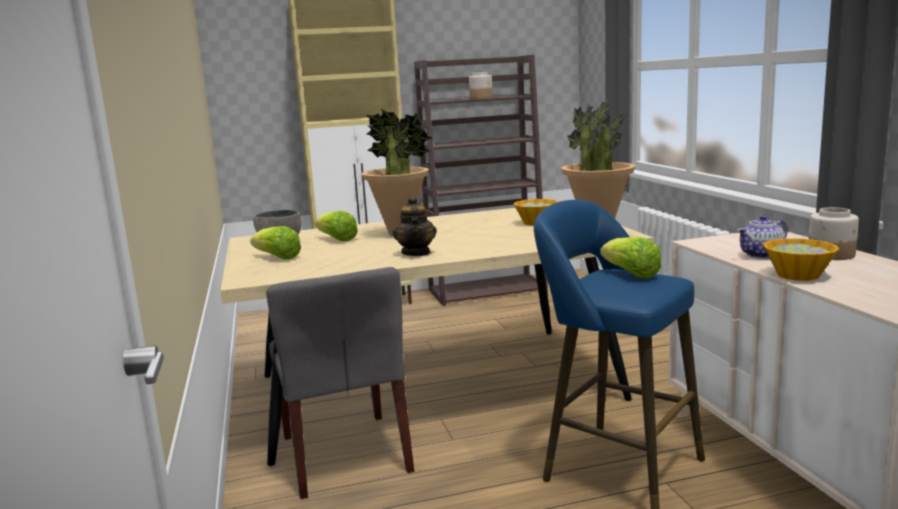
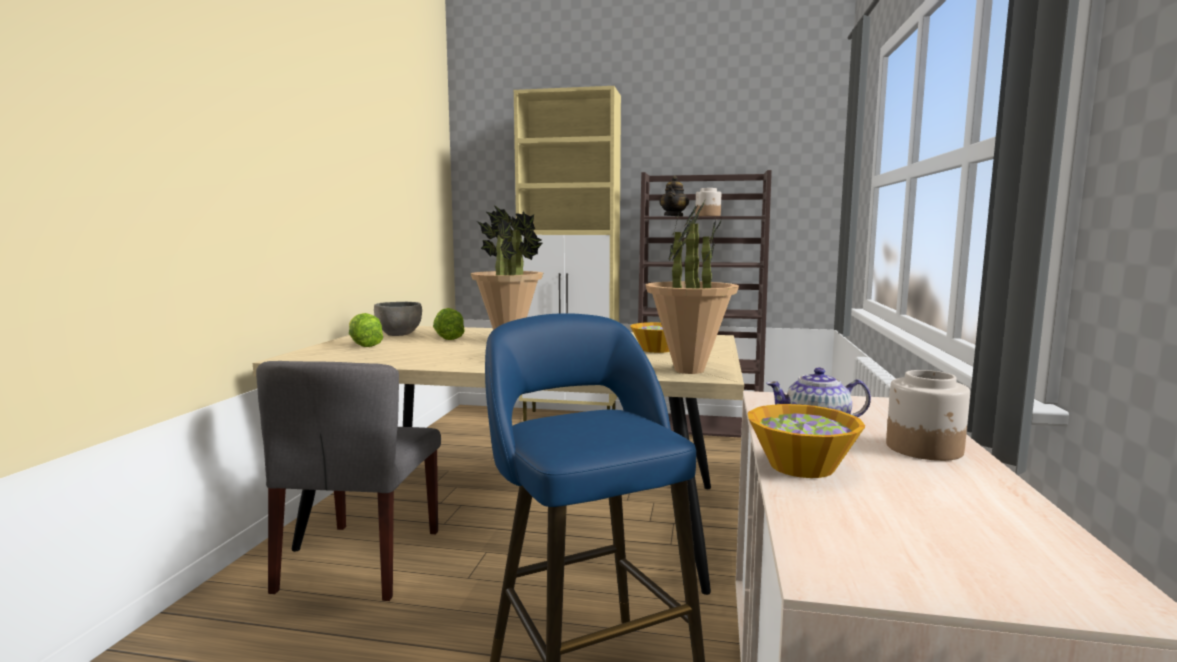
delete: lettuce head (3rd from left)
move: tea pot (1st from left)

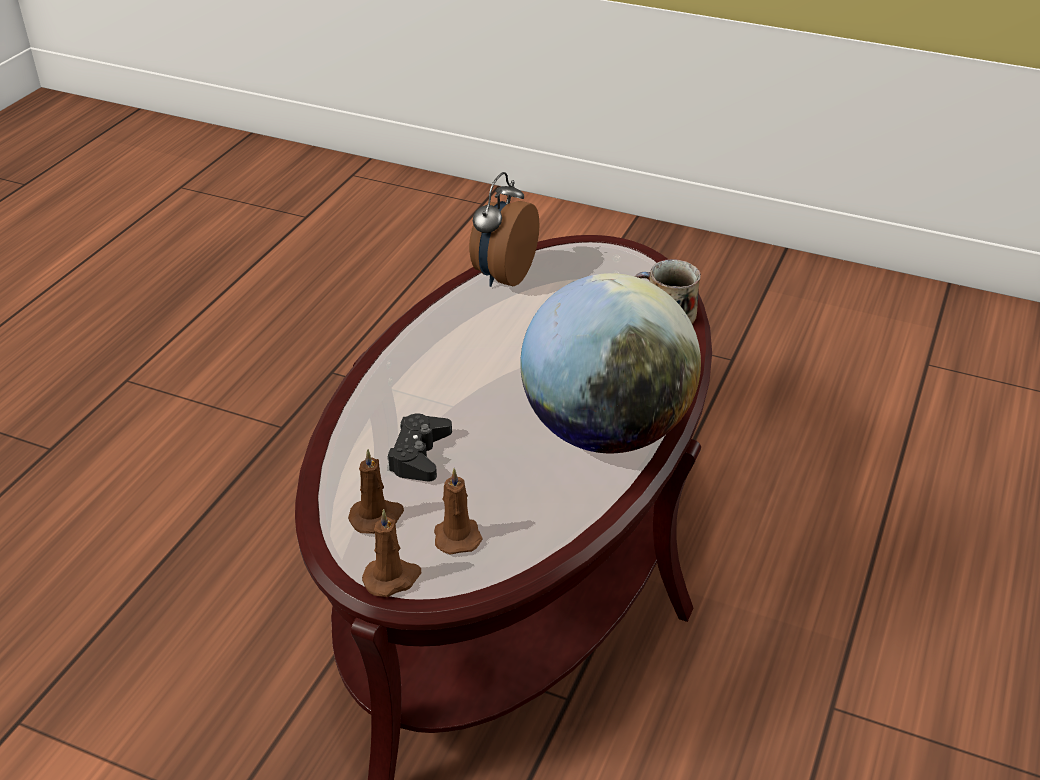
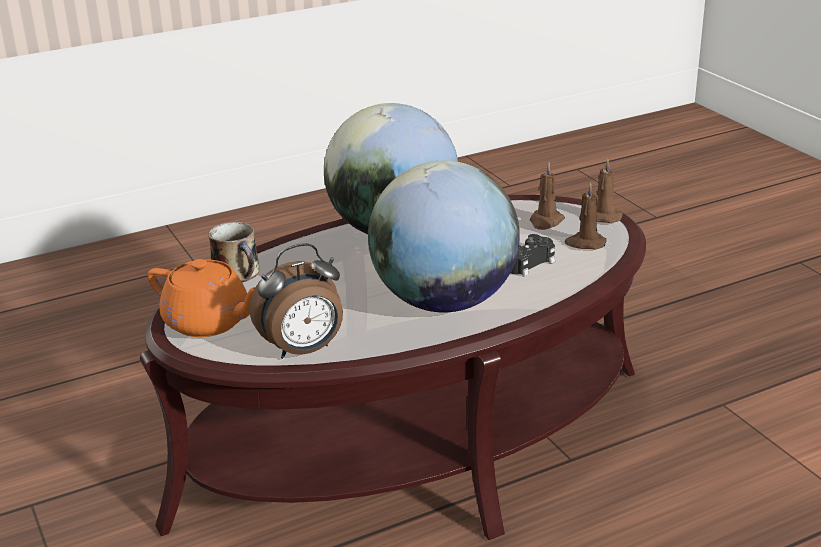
insert: tea pot/orange; world globe (2nd from left)

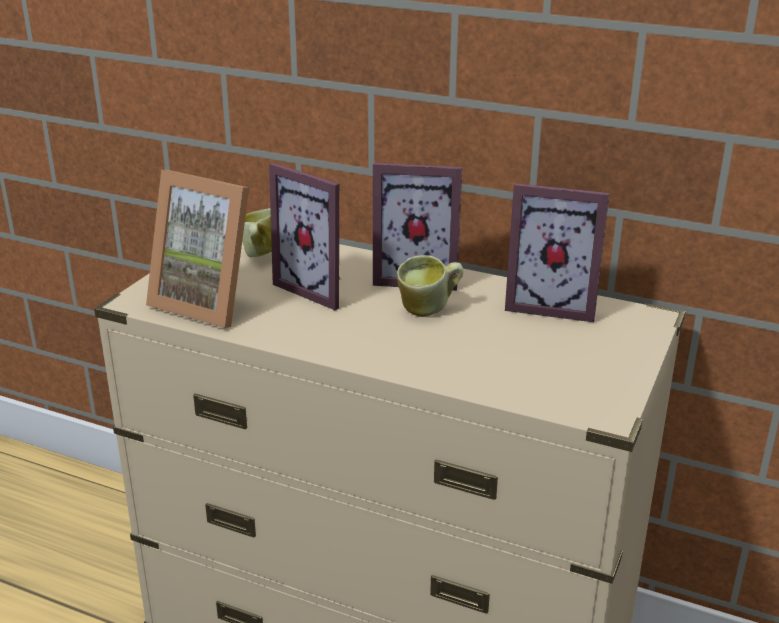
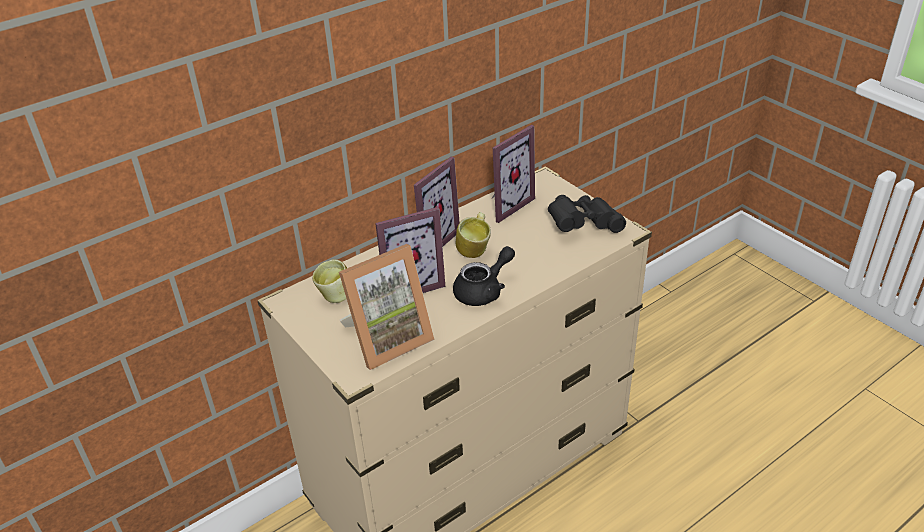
insert: tea pot/blackish; field glasses/blackish

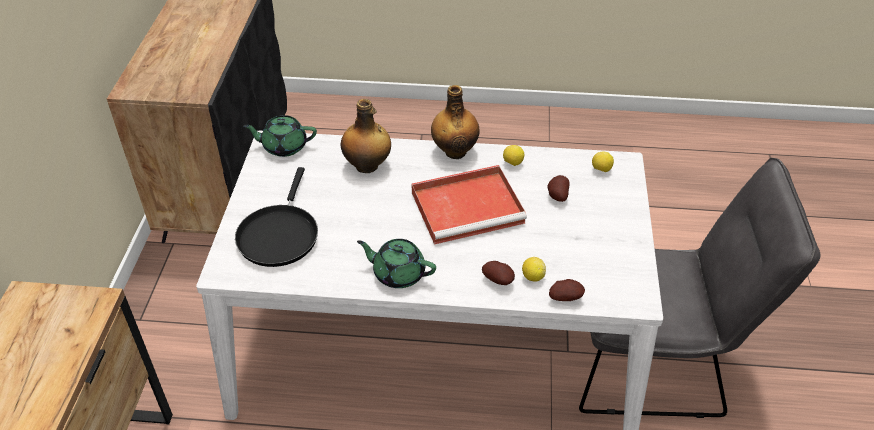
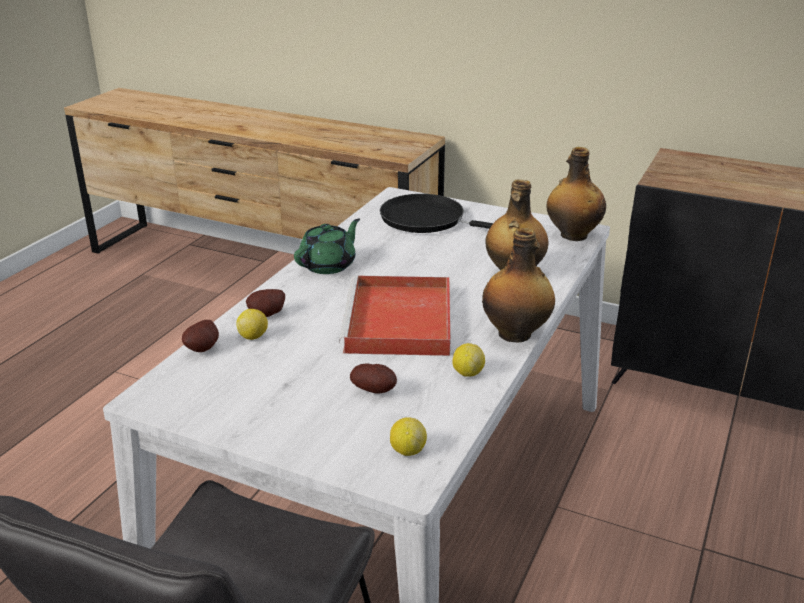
replace: tea pot/green-coloured (1st from left) to drink bottle (3rd from left)

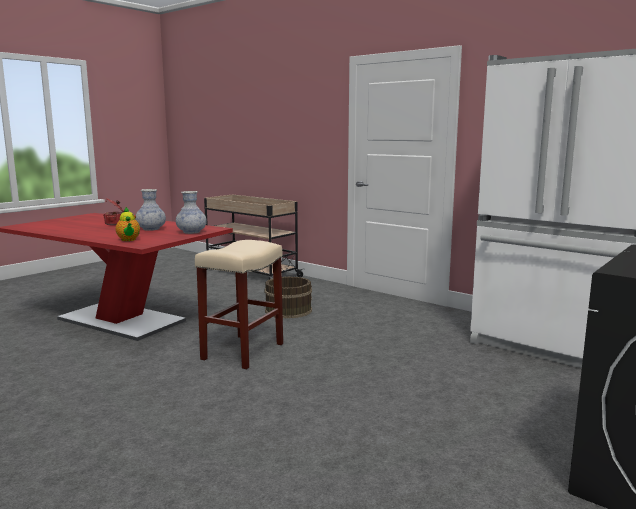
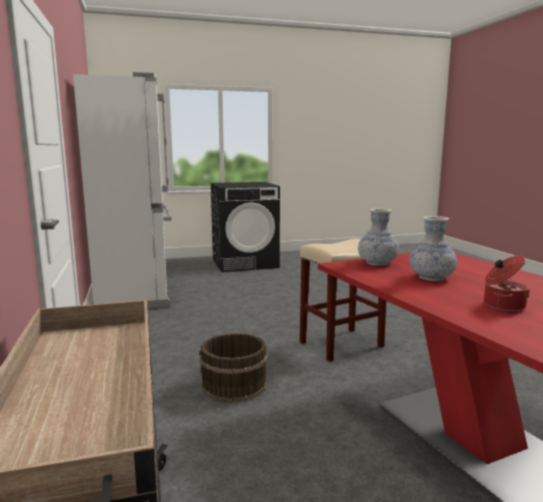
delete: tea pot

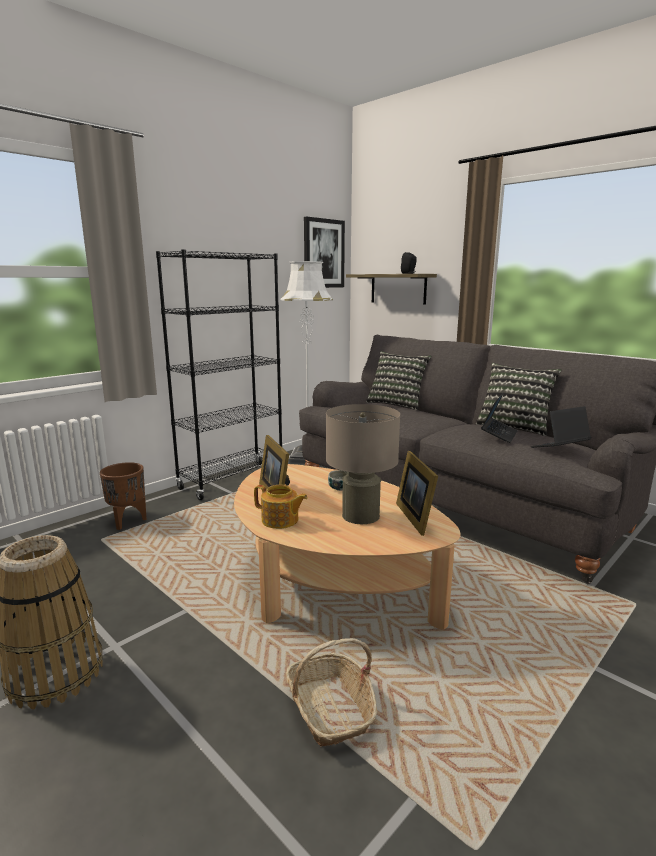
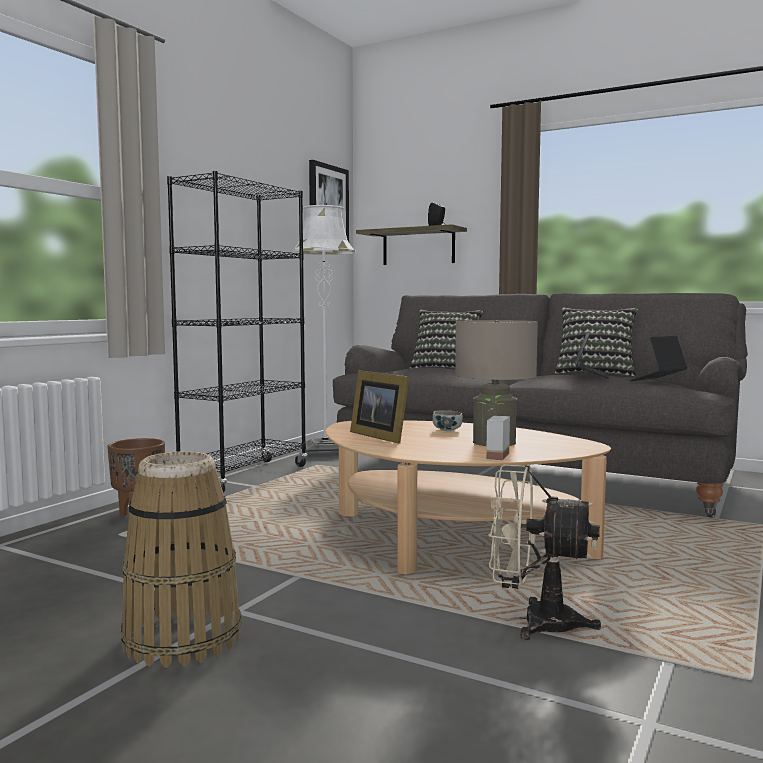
delete: tea pot; standing frame (2nd from left)
insert: potted plant
replace: basket (2nd from left) to electric fan/beige-coloured

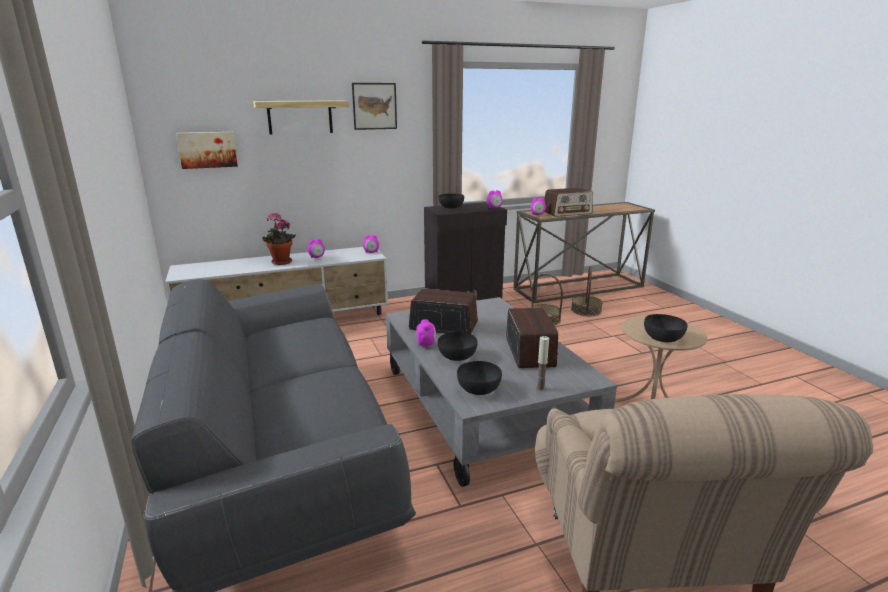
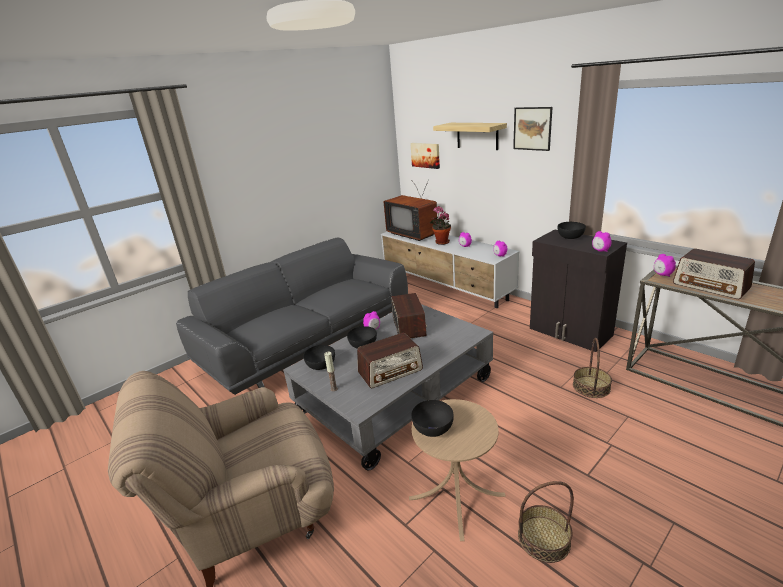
insert: television
move: basket (2nd from left in the first image) to basket (1st from left)

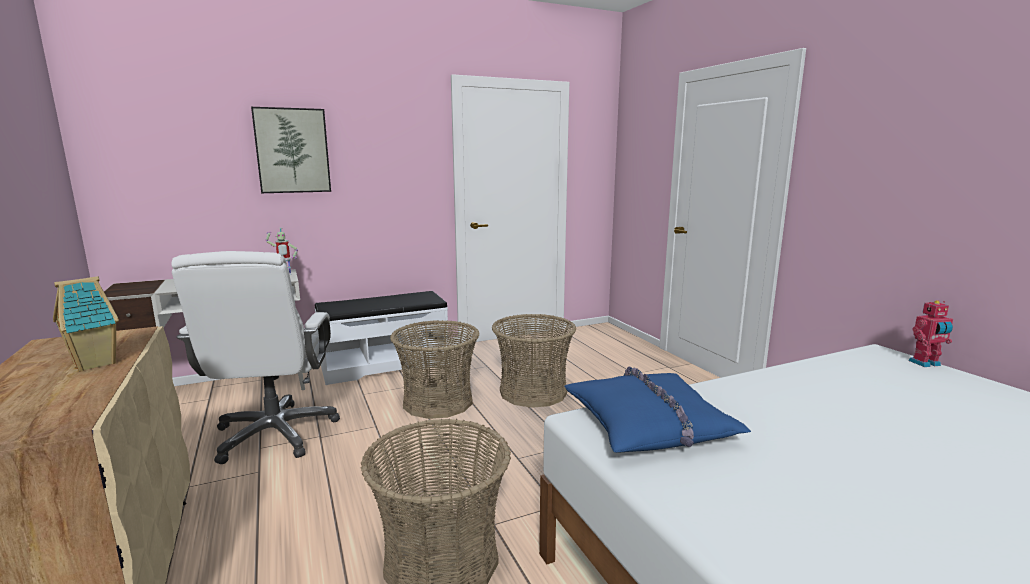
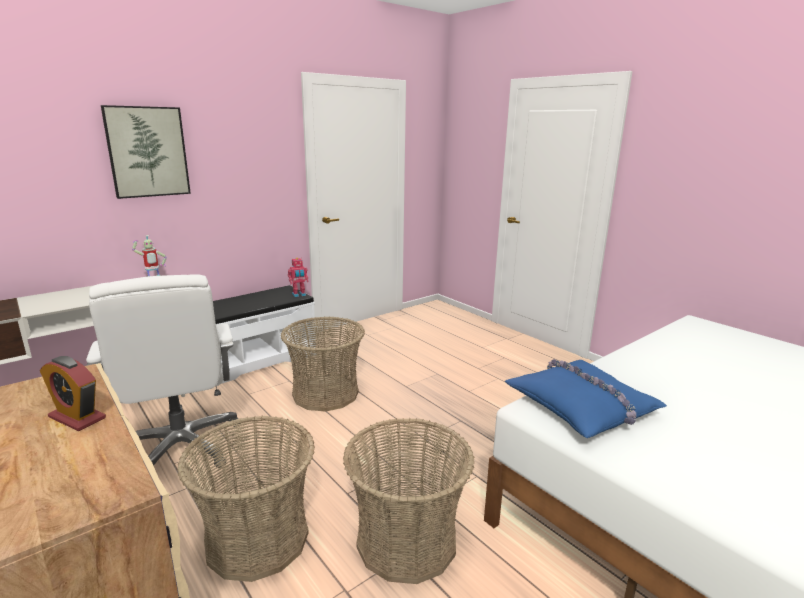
move: basket (3rd from left in the first image) to basket (1st from left); toy robot (2nd from left)
replace: model house to bedside clock

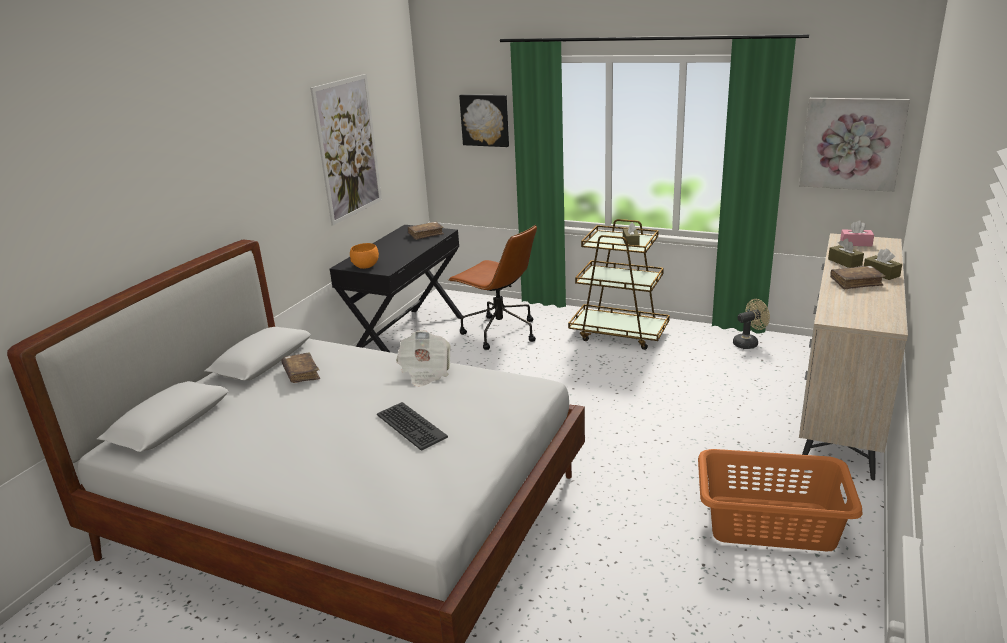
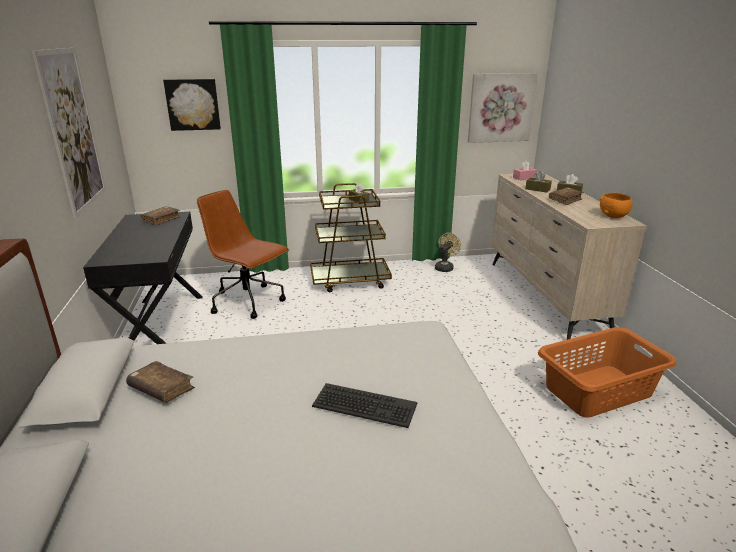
delete: printed paper
move: serving bowl/orange
rotate: office chair/brown-coloured 150 degrees counterclockwise

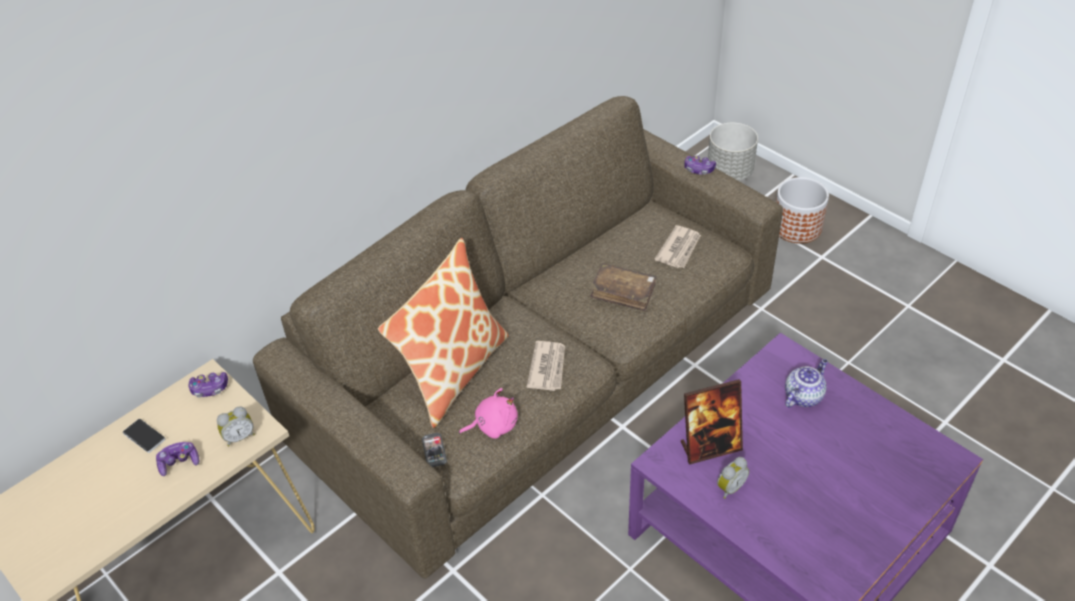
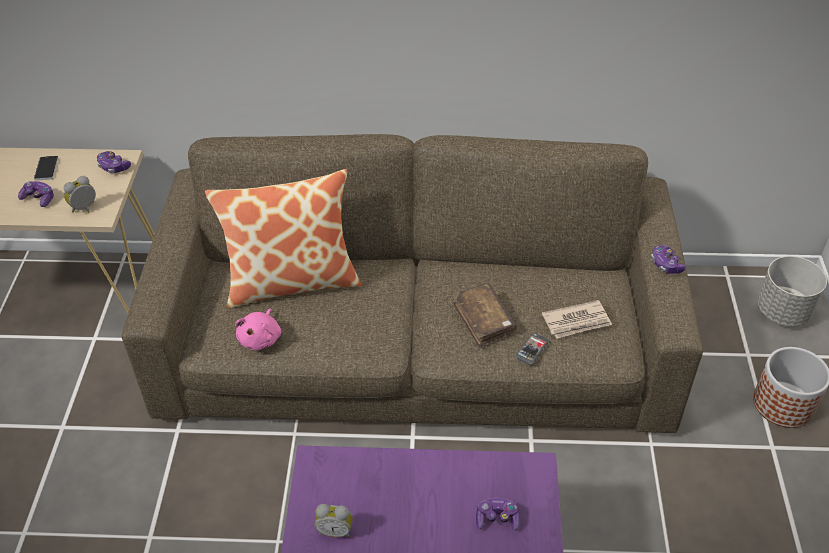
delete: printed paper (1st from left); standing frame
move: handset (2nd from left)
replace: tea pot to joypad (3rd from left)
rotate: bedside clock (1st from left) 120 degrees clockwise; plush toy/pink 75 degrees clockwise

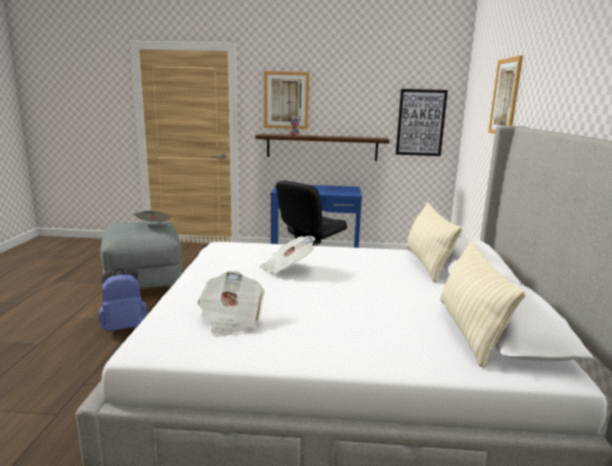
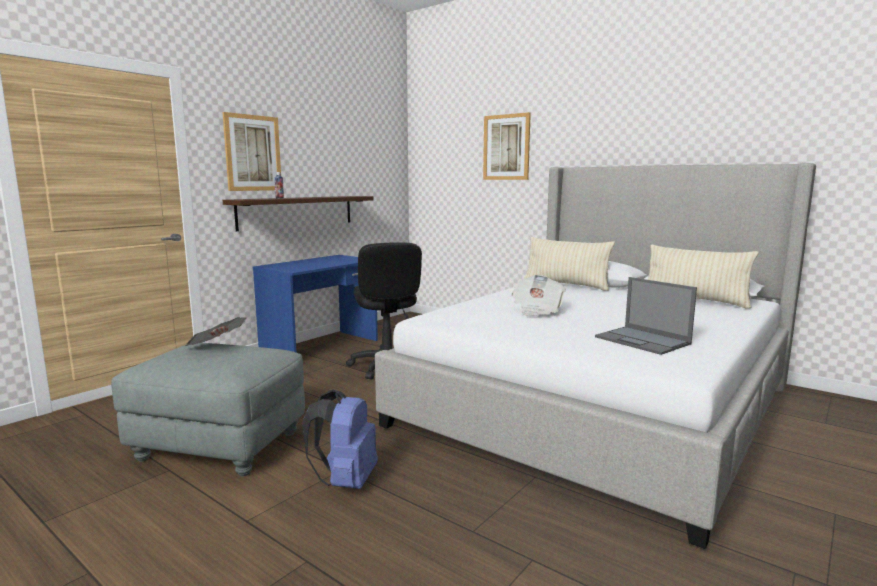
delete: picture (2nd from left)
replace: printed paper (2nd from left) to notebook computer

